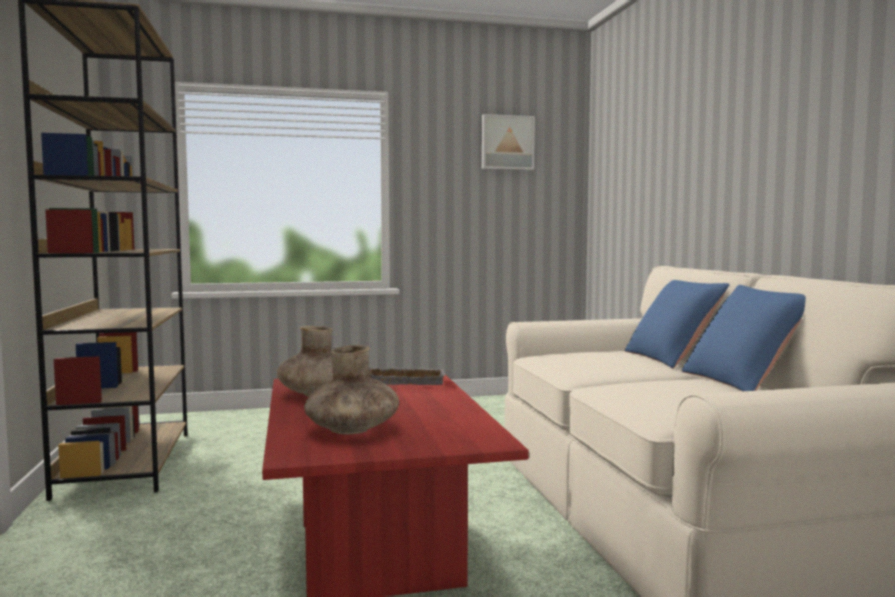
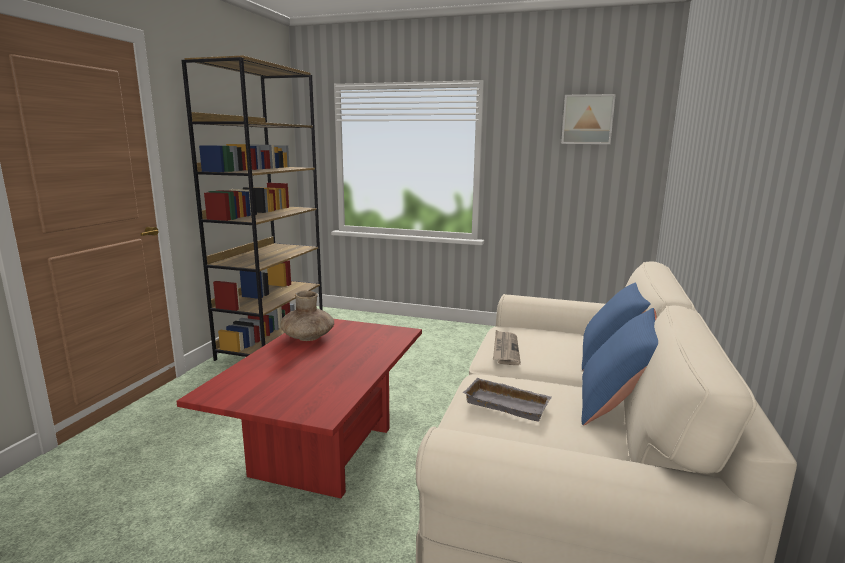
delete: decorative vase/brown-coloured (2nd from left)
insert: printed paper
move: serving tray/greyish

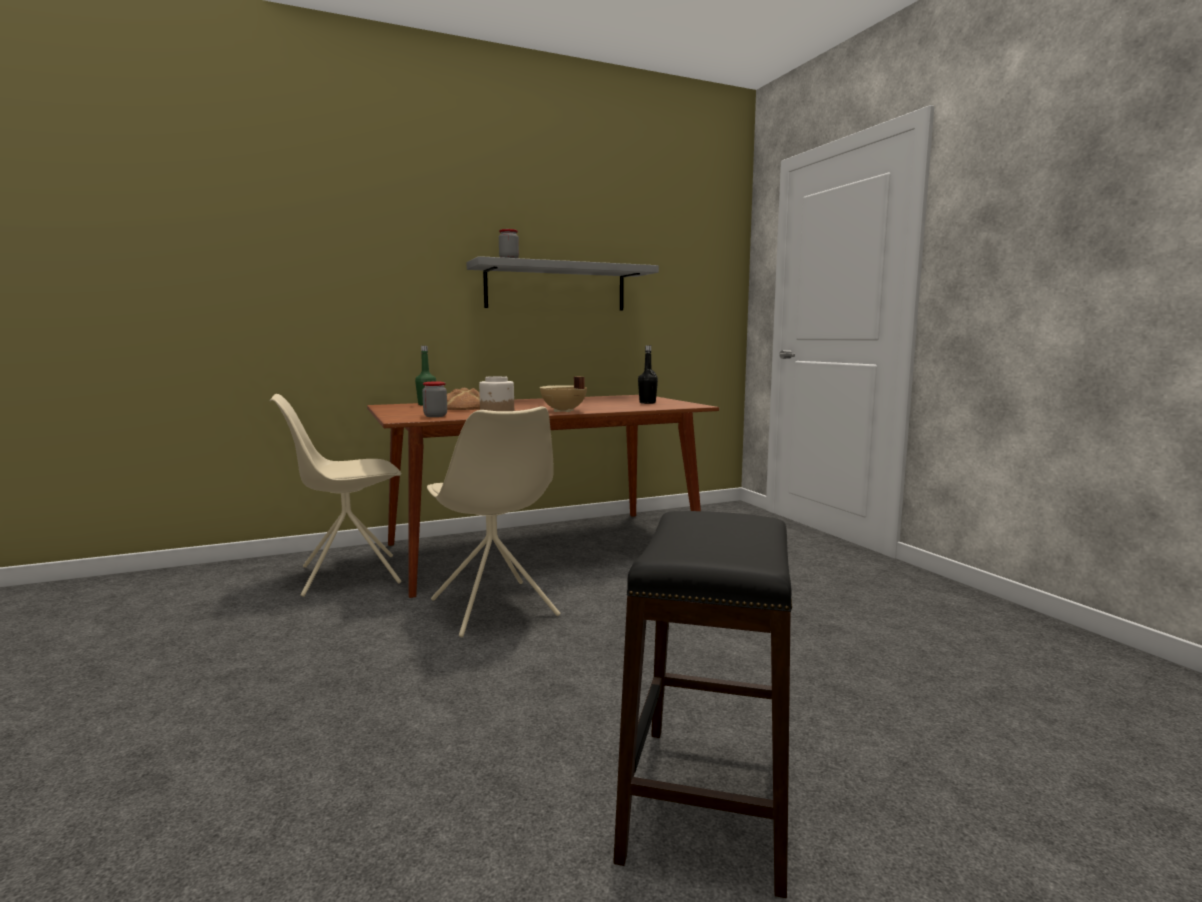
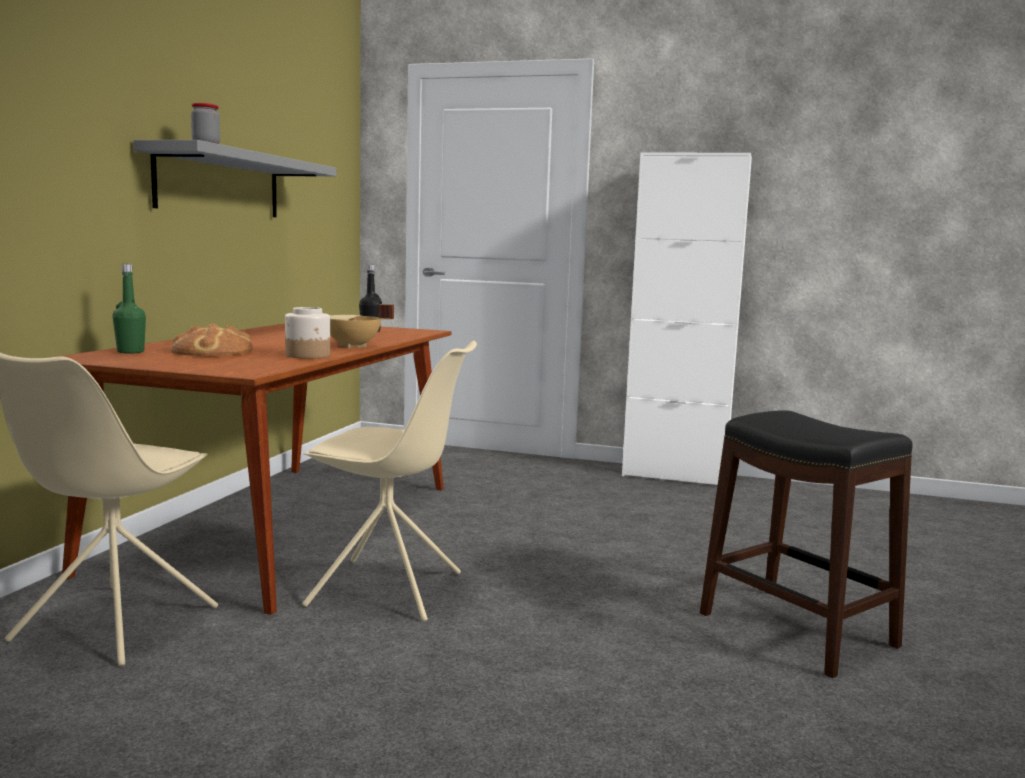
delete: storage jar (1st from left)
insert: cabinet/white-coloured

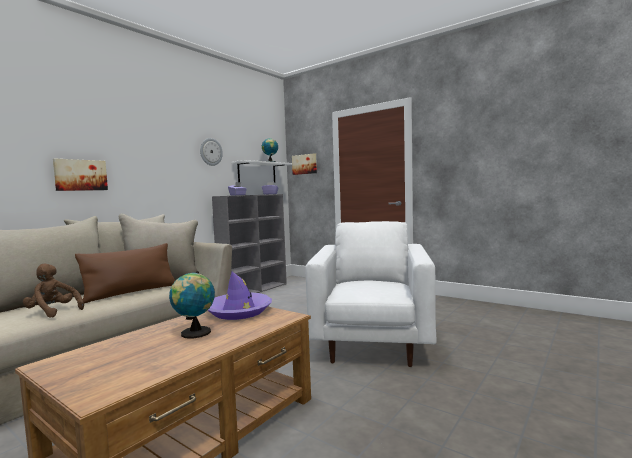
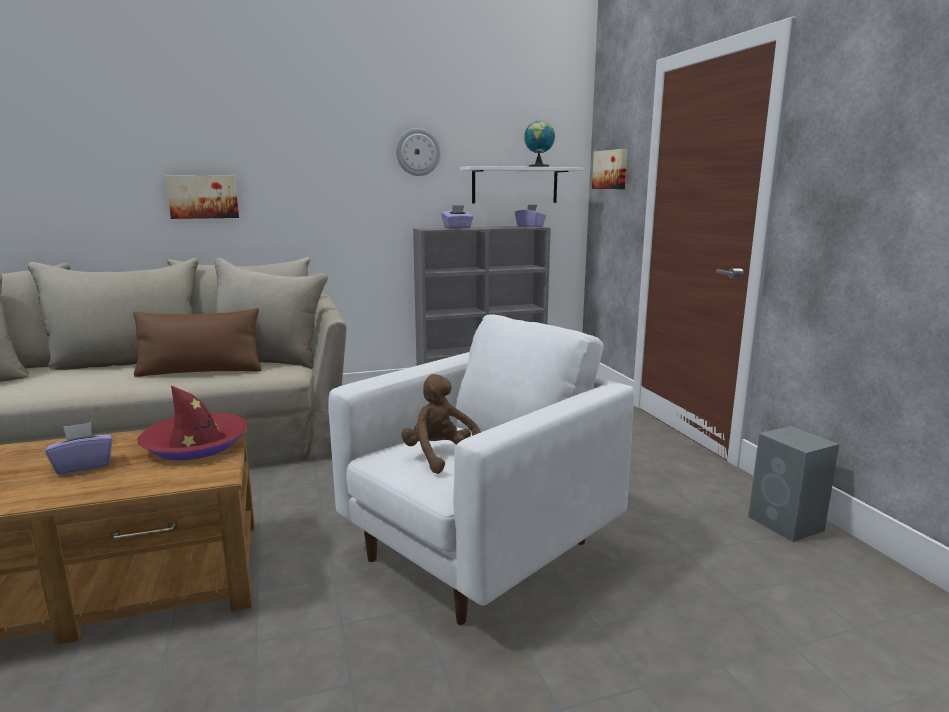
insert: loudspeaker/greyish
move: plush toy/brown-coloured
replace: world globe (1st from left) to tissue holder/purplish (1st from left)
recolor: wearable hat/purplish to wearable hat/red

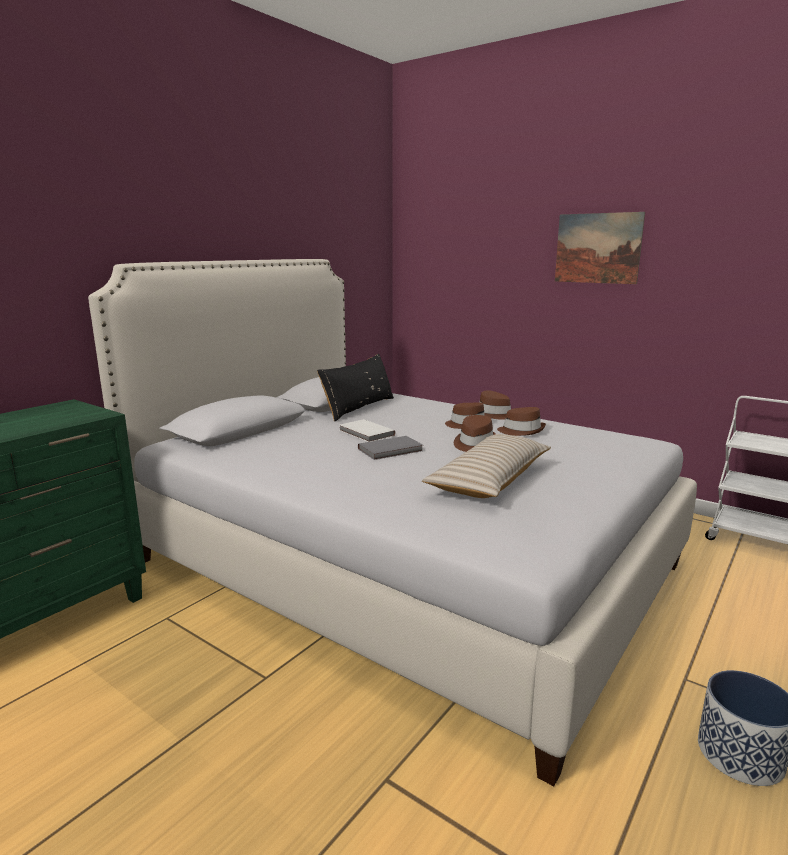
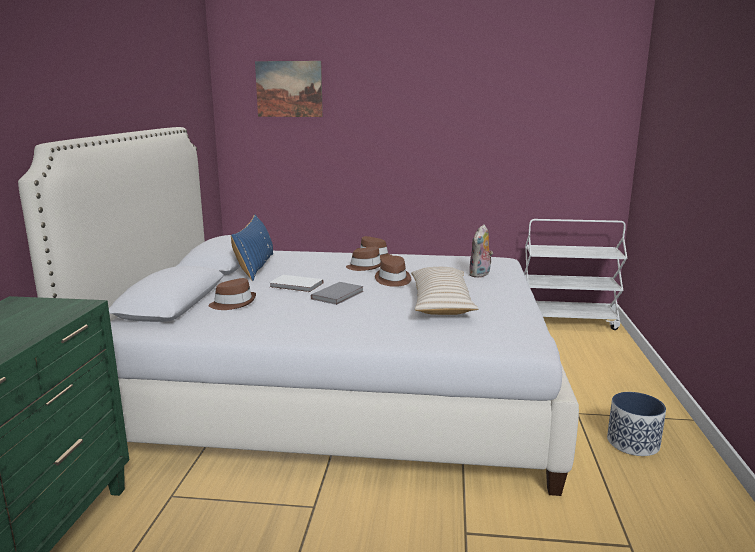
insert: plush toy
move: wearable hat/brown-coloured (4th from left in the first image) to wearable hat/brown-coloured (1st from left); picture
recolor: cushion/blackish to cushion/blue-coloured

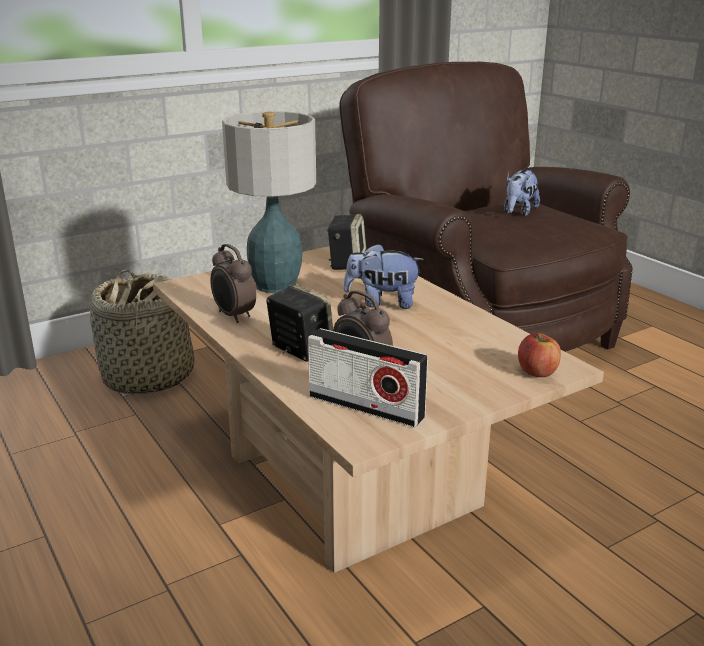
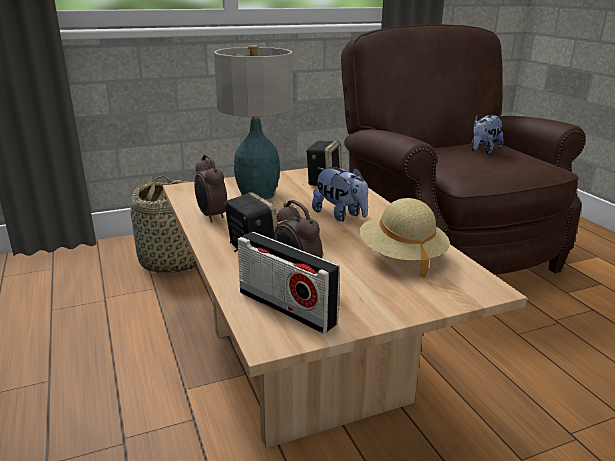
delete: apple
insert: wearable hat/beige-coloured
rotate: plush toy (1st from left) 150 degrees counterclockwise

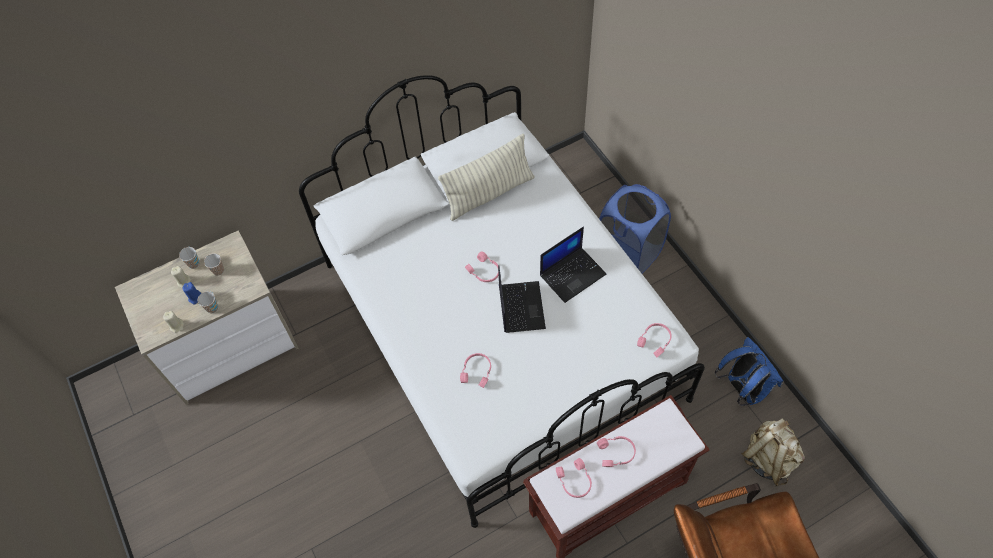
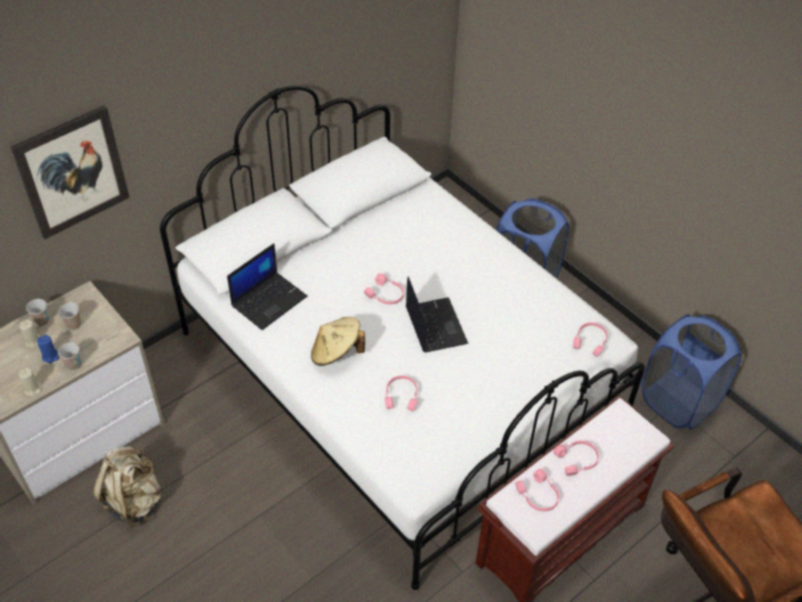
delete: cushion
insert: picture; wearable hat/beige-coloured
move: notebook computer (2nd from left in the first image) to notebook computer (1st from left); backpack/beige-coloured
replace: backpack/blue-coloured to hamper/blue-coloured (2nd from left)

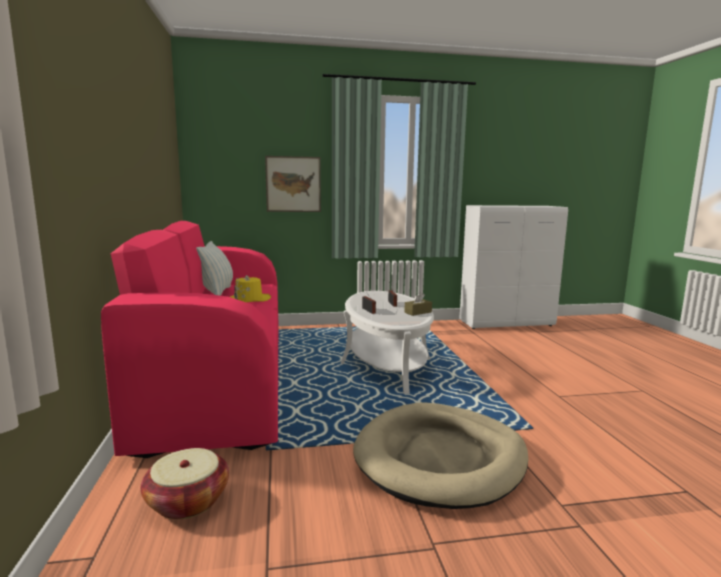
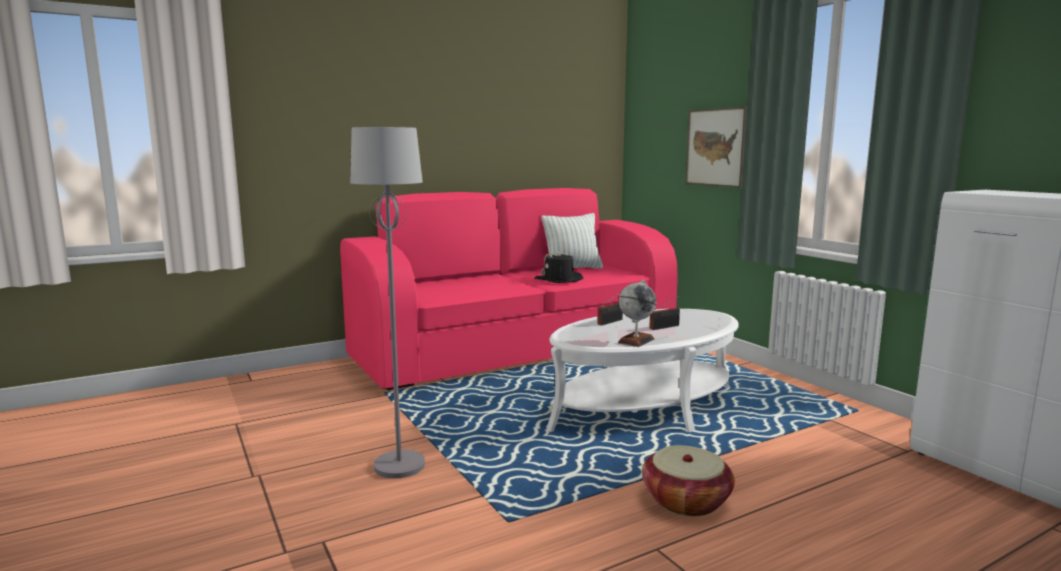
move: basket
replace: dog cushion/beige-coloured to floor lamp/greyish; tissue holder/brown-coloured to world globe
recolor: wearable hat/yellowish to wearable hat/blackish

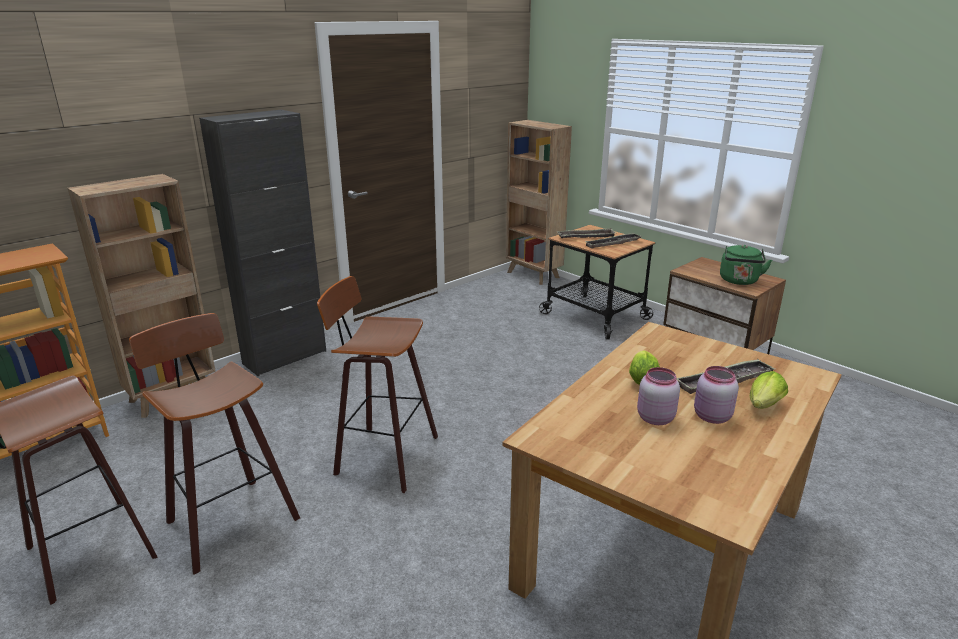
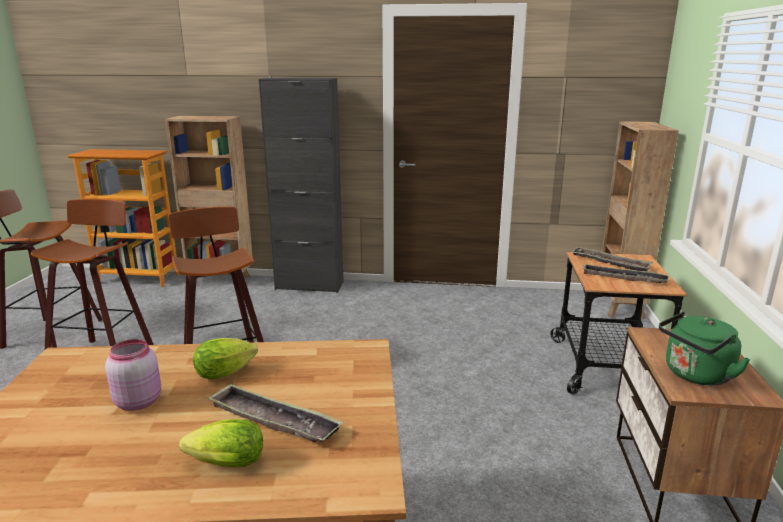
delete: storage jar/pink (2nd from left)

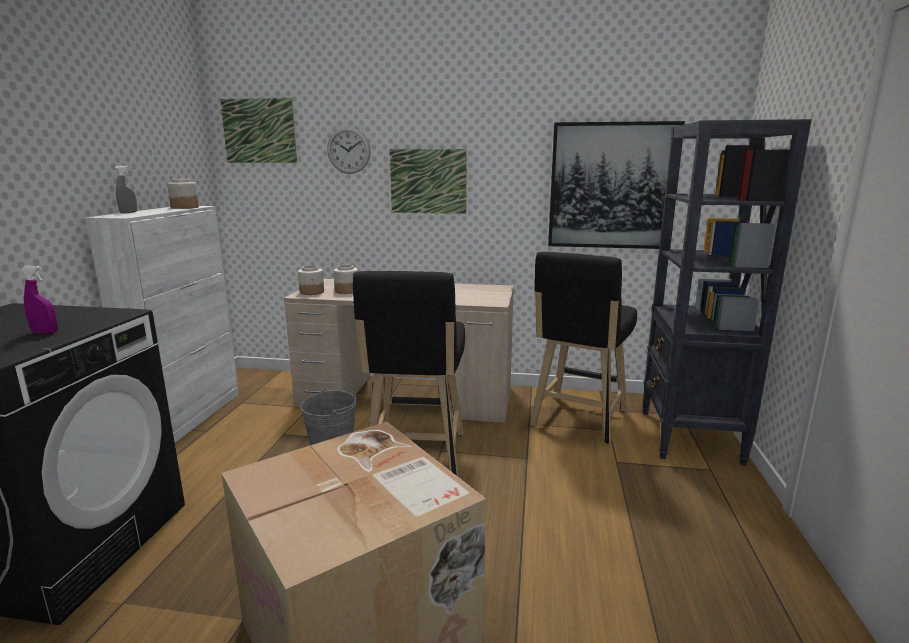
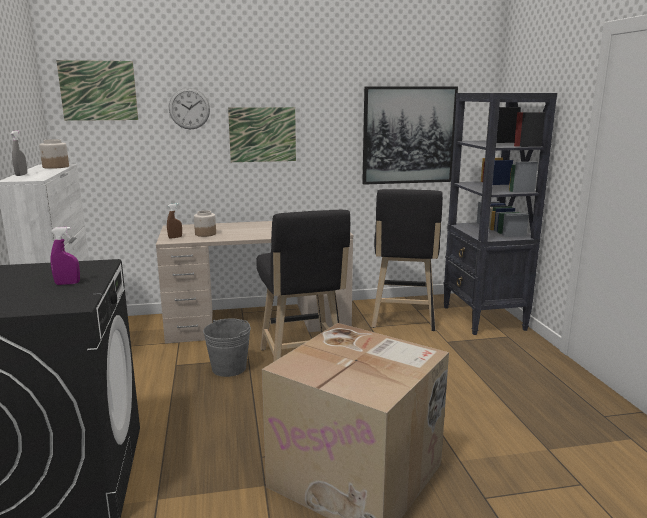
replace: storage jar (2nd from left) to hand sprayer/brown-coloured

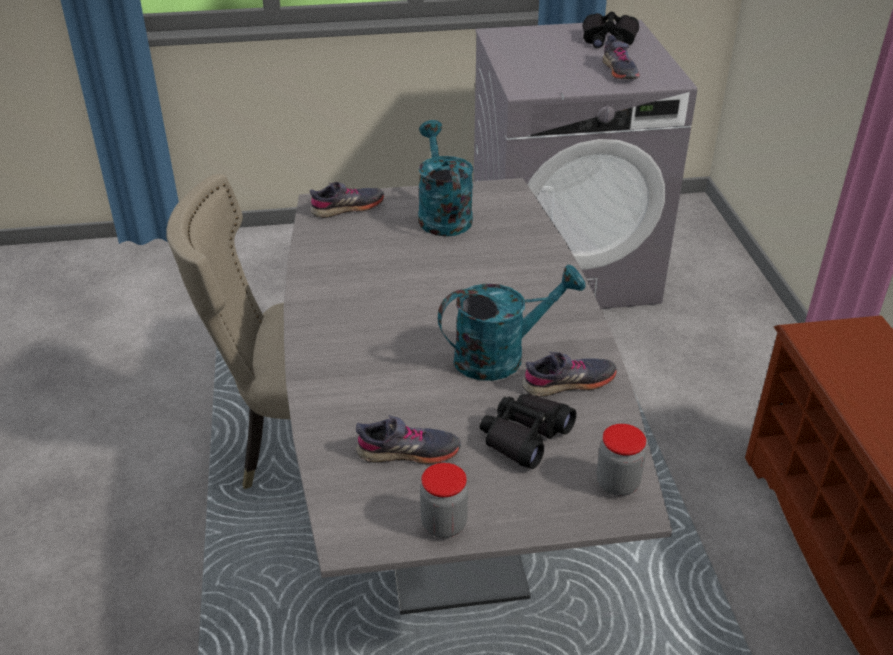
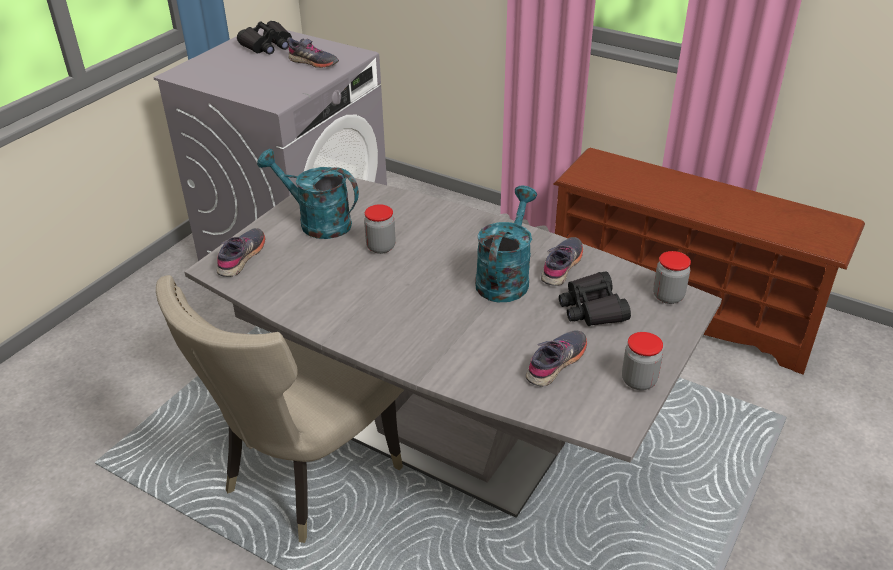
insert: storage jar (1st from left)

